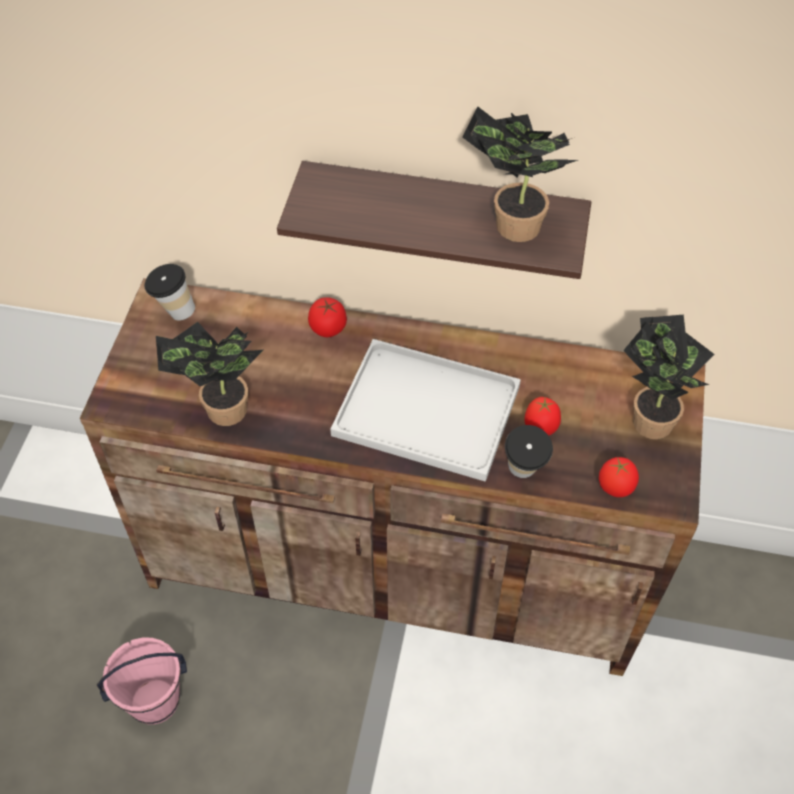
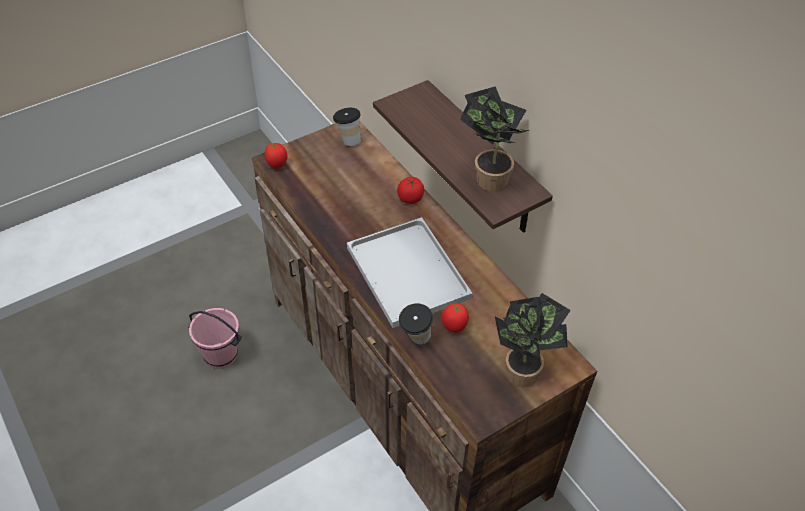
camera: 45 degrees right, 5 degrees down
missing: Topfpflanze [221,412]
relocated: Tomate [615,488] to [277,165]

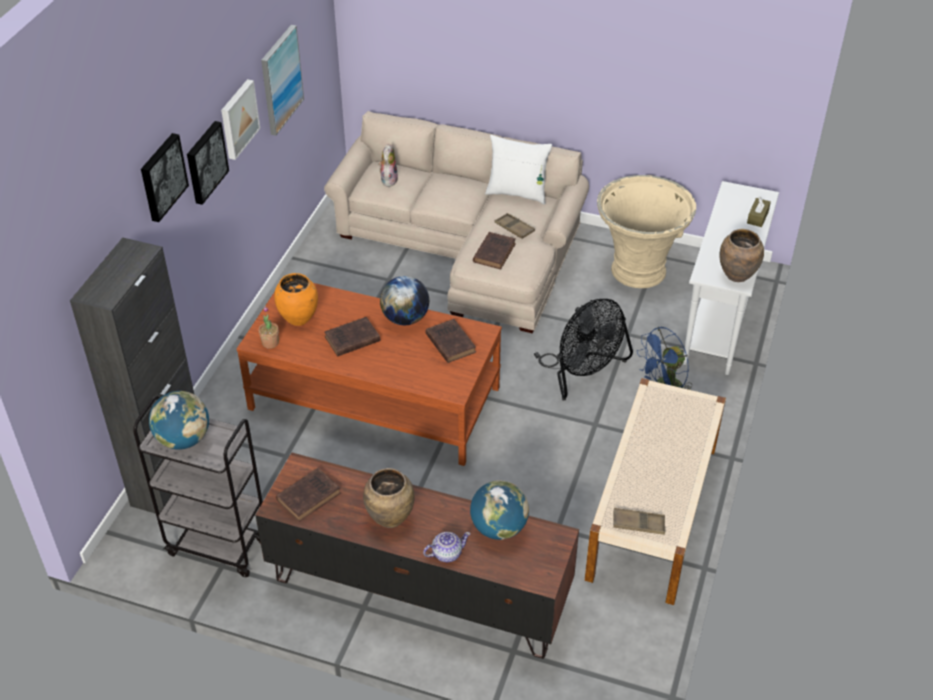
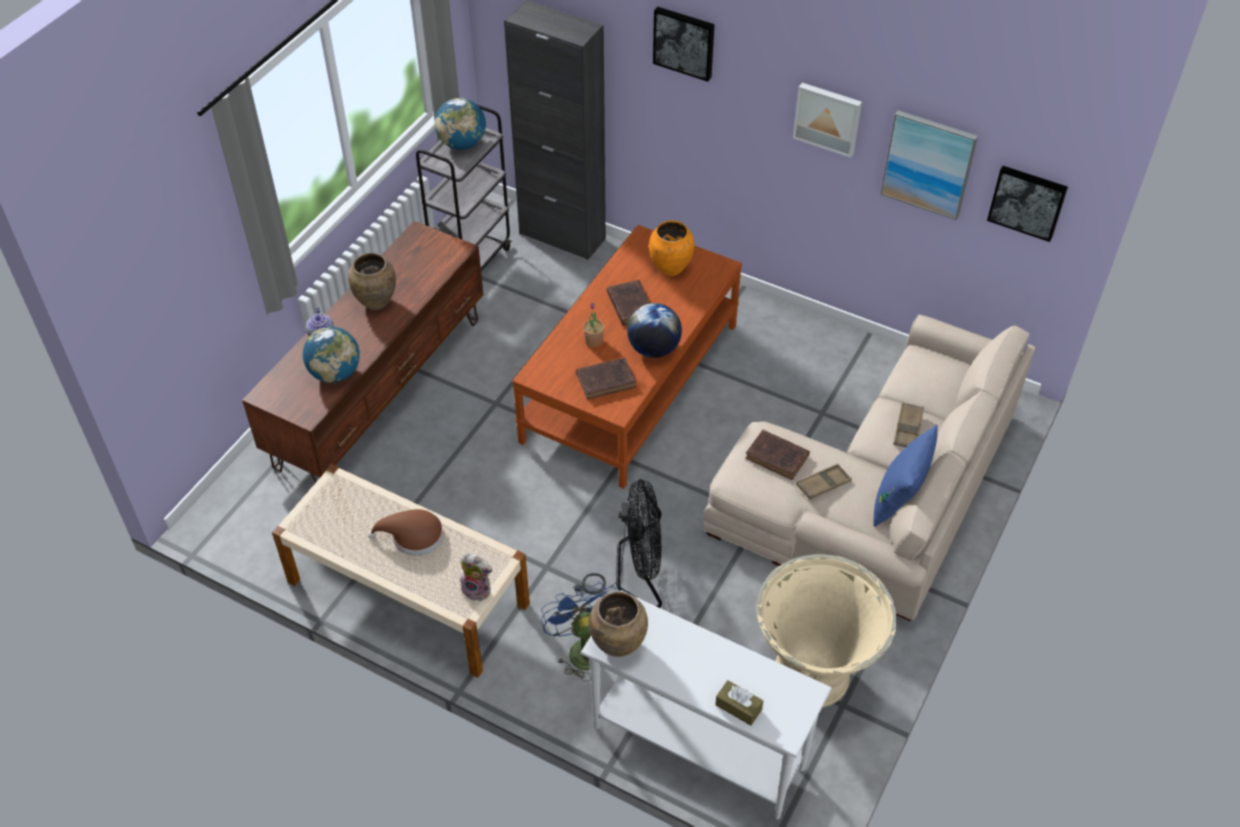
camera: 100 degrees right, 5 degrees up
missing: Buch [braun] [310,496]
appeared: Hut [braun] [413,536]
relocated: Bild [205,162] to [1027,201]; Topfpflanze [270,343] to [594,341]; Plüschtier [388,180] to [478,589]; Tablett [braun] [638,524] to [908,428]
colour: Kissen [weiß] [517,194] to Kissen [blau] [898,500]
spun: Ventilator [schwarz] [580,372] = [633,570] 150 degrees counterclockwise

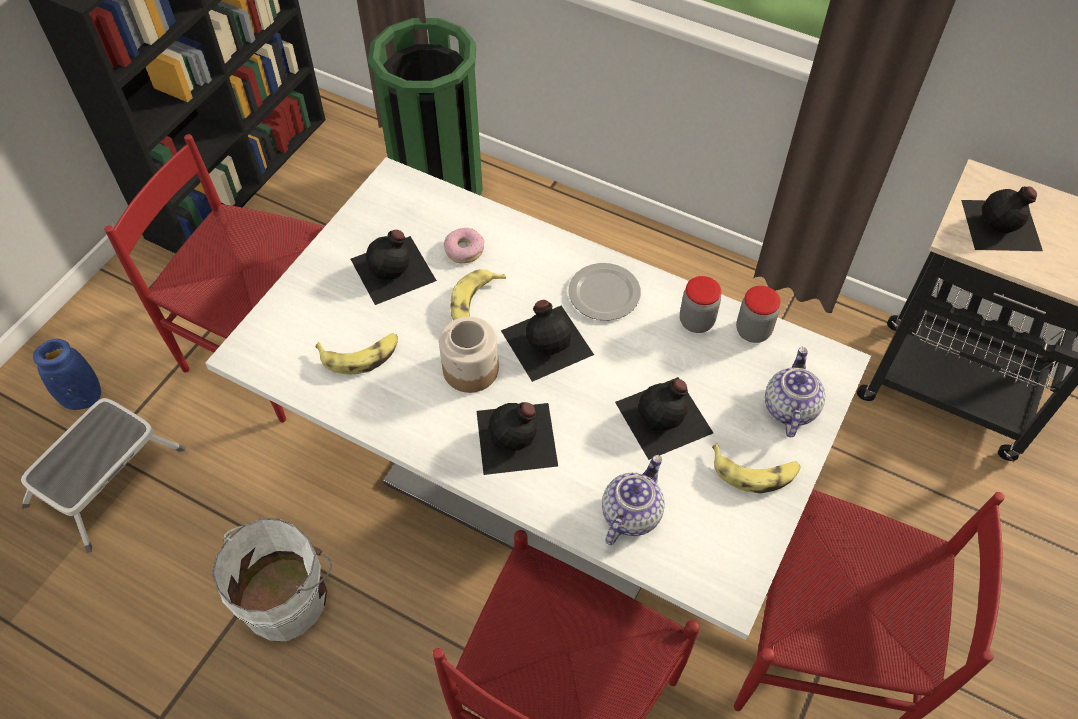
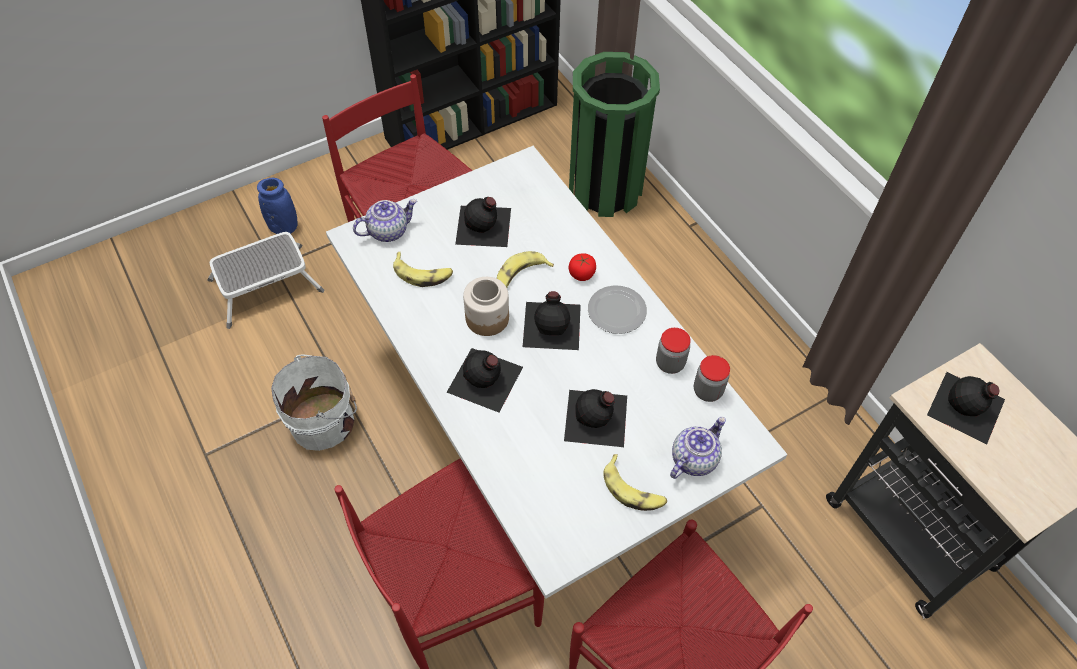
camera: 30 degrees right, 0 degrees up
missing: Donut [464,250]
appeared: Tomate [581,274]
relocated: Teekanne [630,513] to [388,231]

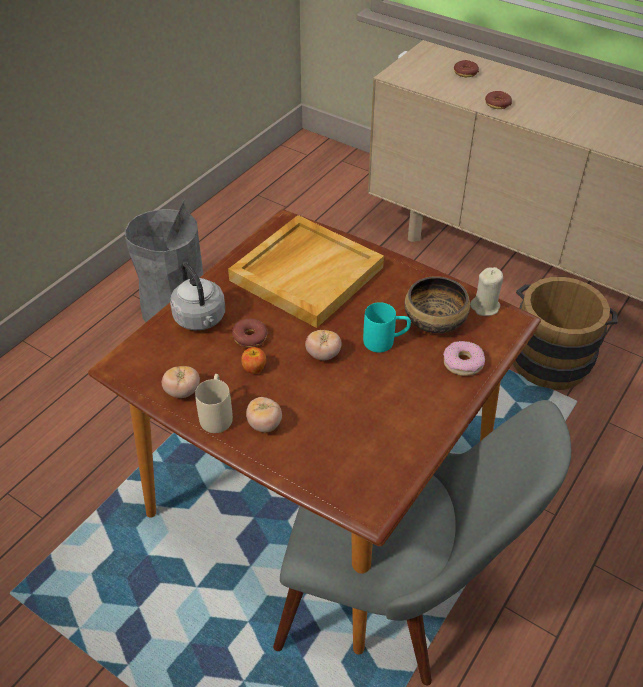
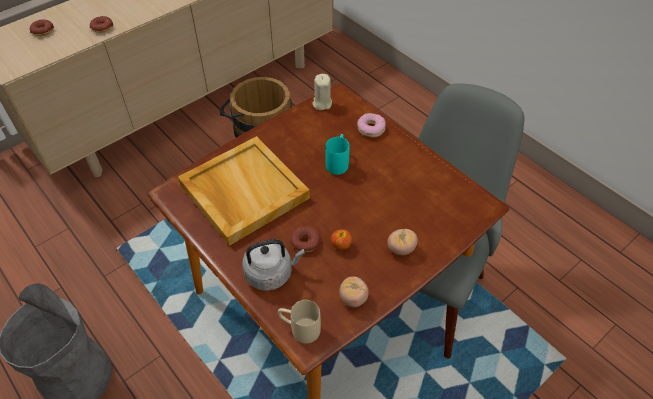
camera: 75 degrees left, 5 degrees up
missing: Tomate [323,355]; Schüssel [435,320]
relocated: Henkelbecher [beige] [217,414] to [299,329]

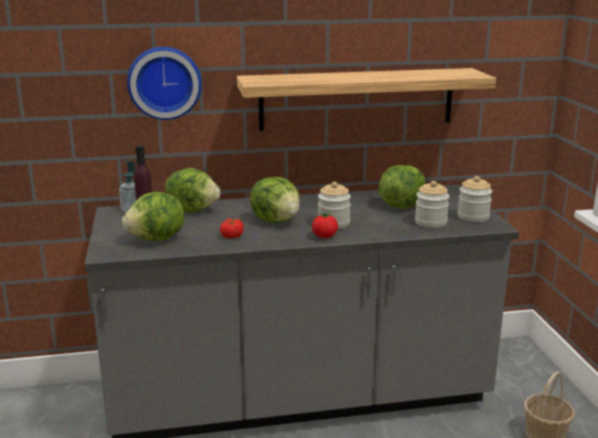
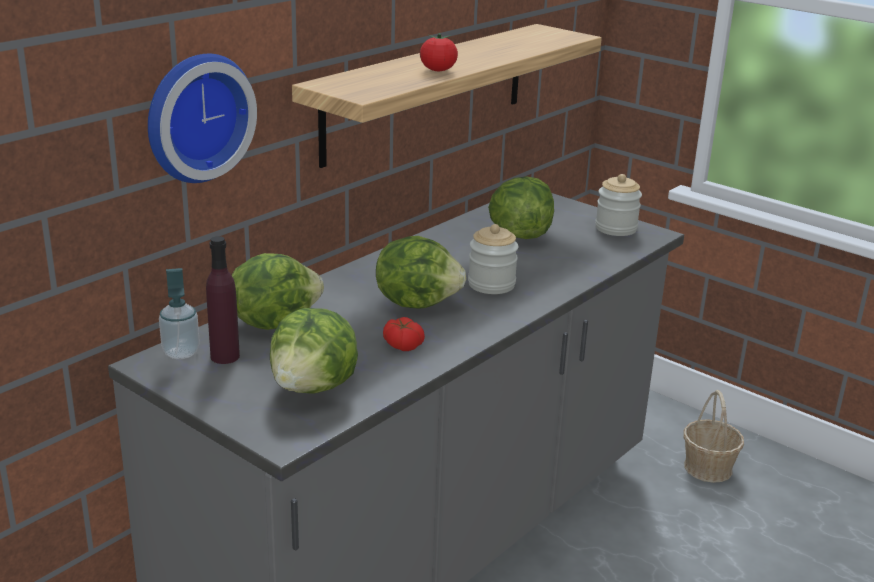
camera: 40 degrees left, 5 degrees up
missing: Vorratsglas [430,222]
relocated: Tomate [324,237] to [438,70]

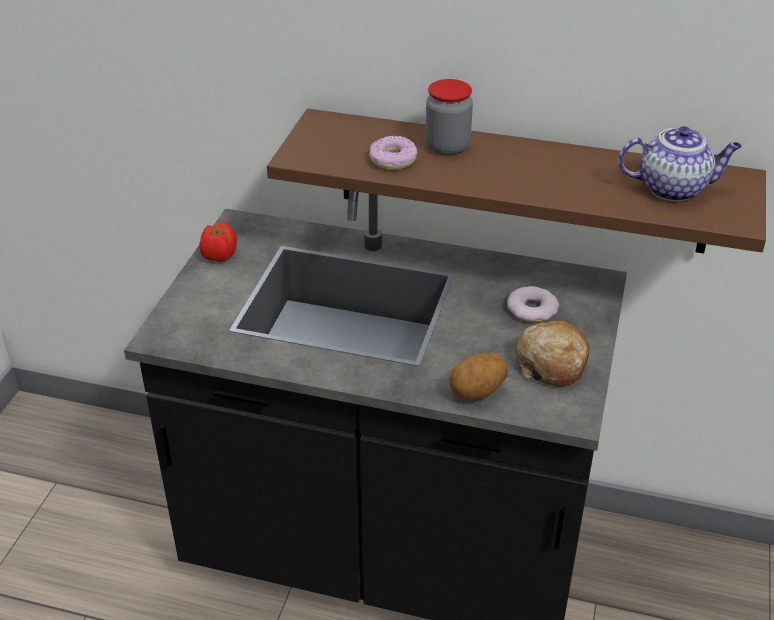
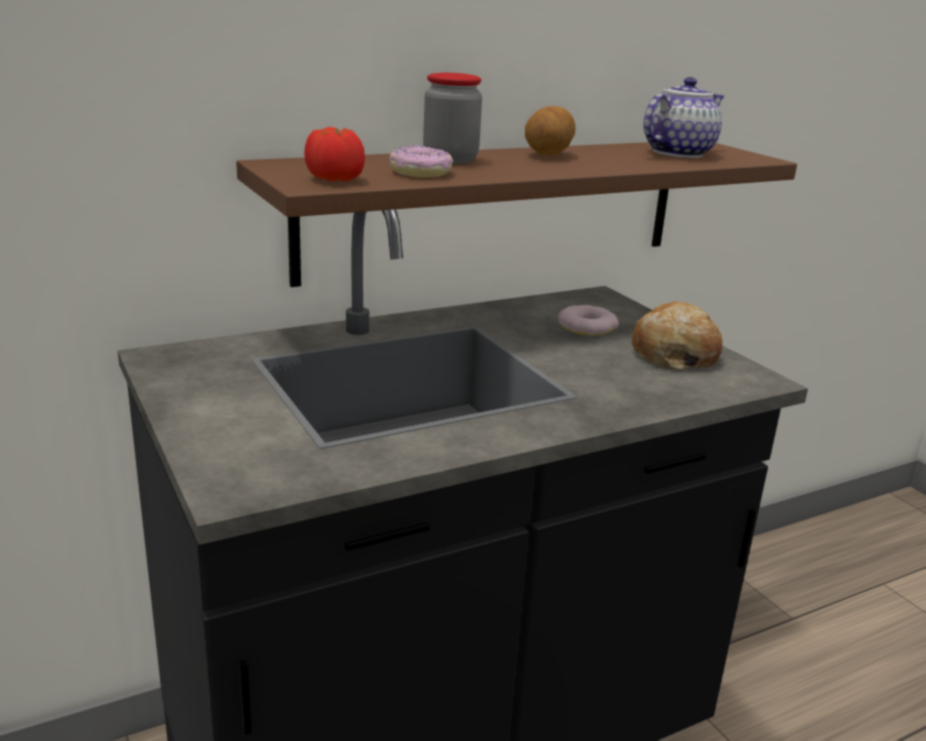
camera: 45 degrees left, 15 degrees down
relocated: Tomate [219,256] to [334,179]; Kartoffel [478,392] to [548,155]

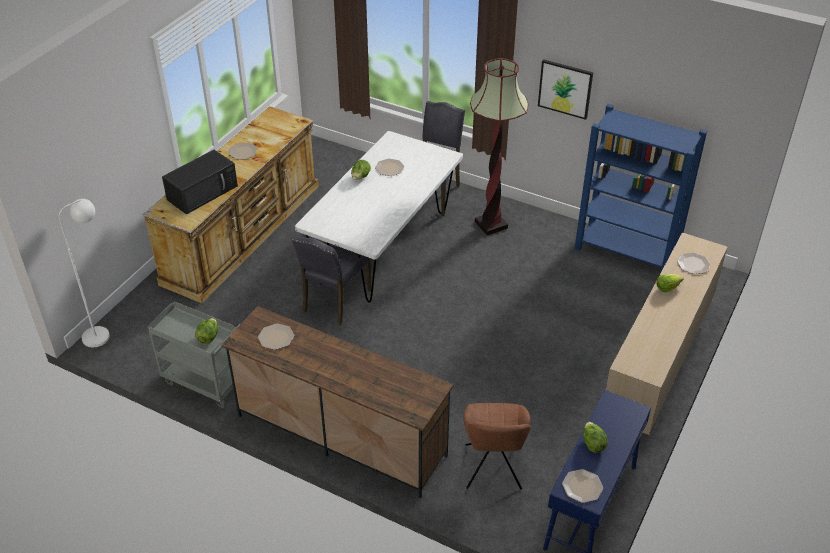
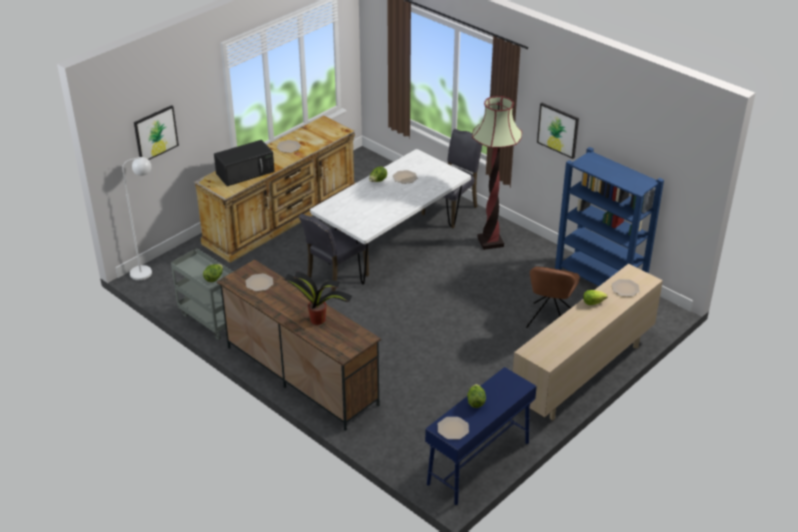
camera: 15 degrees right, 5 degrees down
appeared: Bild [155,133]; Topfpflanze [318,320]
relocated: Stuhl [braun] [493,469] to [549,320]

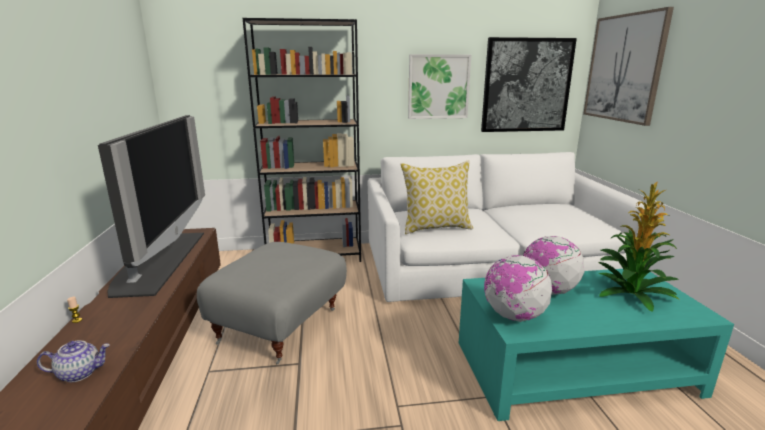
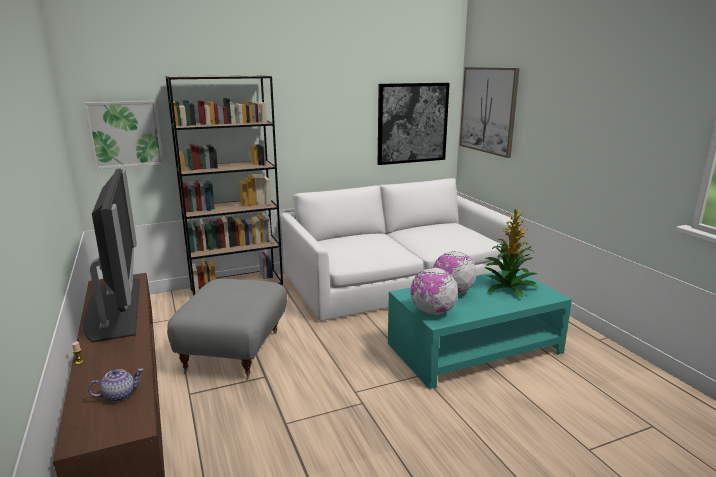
camera: 15 degrees left, 0 degrees up
missing: Kissen [436,227]
relocated: Bild [438,87] to [125,134]

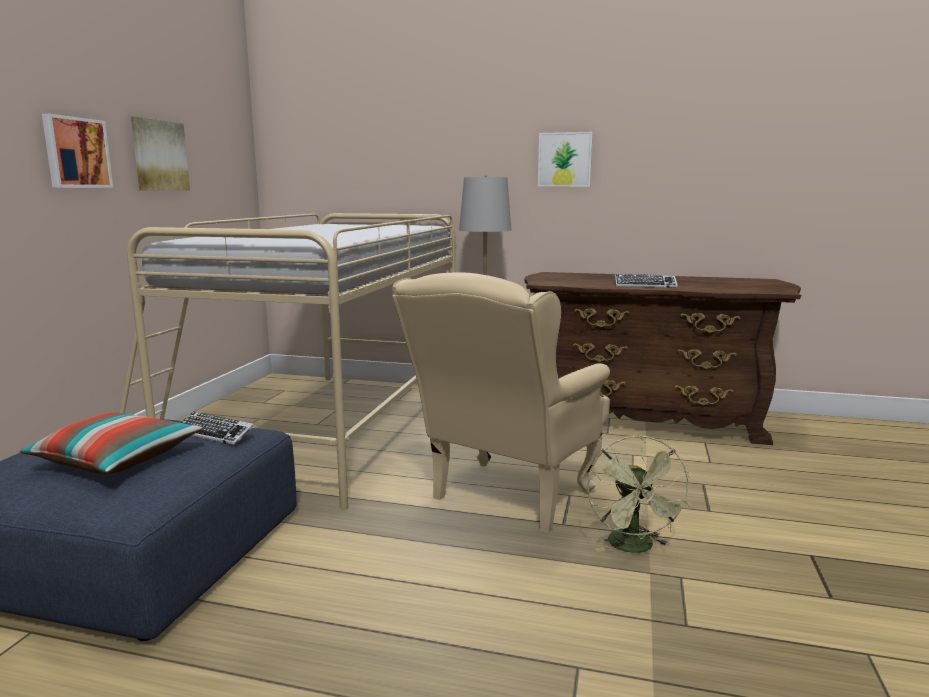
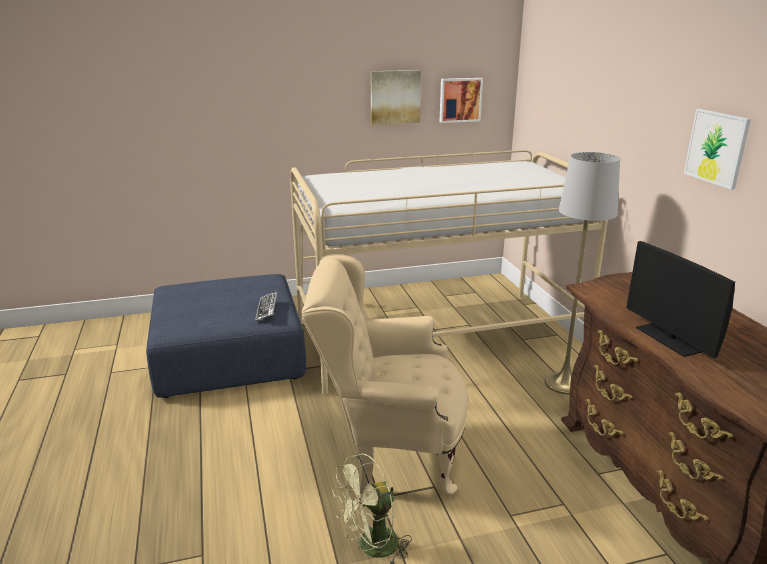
camera: 60 degrees right, 10 degrees up
missing: Kissen [117,460]
relocated: Bild [76,153] to [460,100]
exchanged: Tastatur [645,285] to Monitor [670,339]

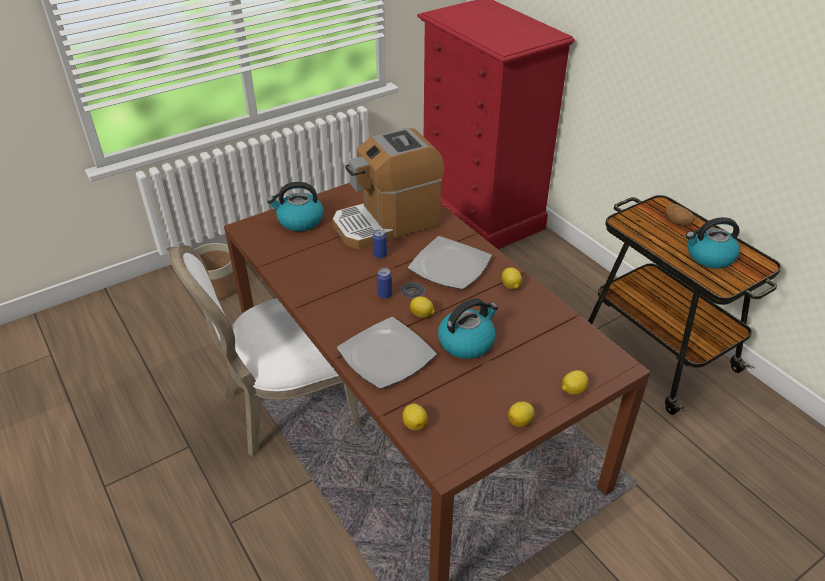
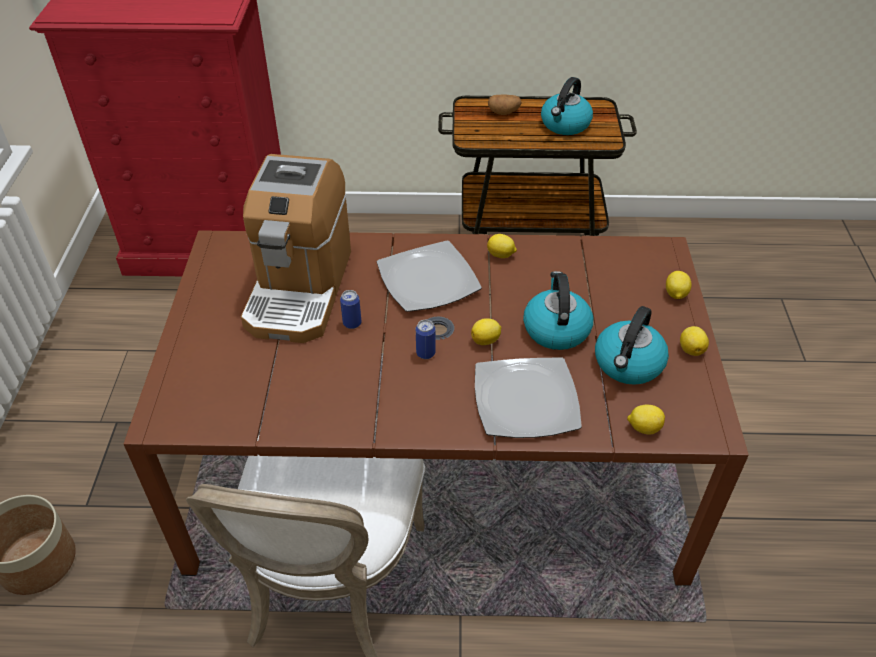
camera: 55 degrees left, 5 degrees up
relocated: Wasserkessel [299,221] to [628,364]

